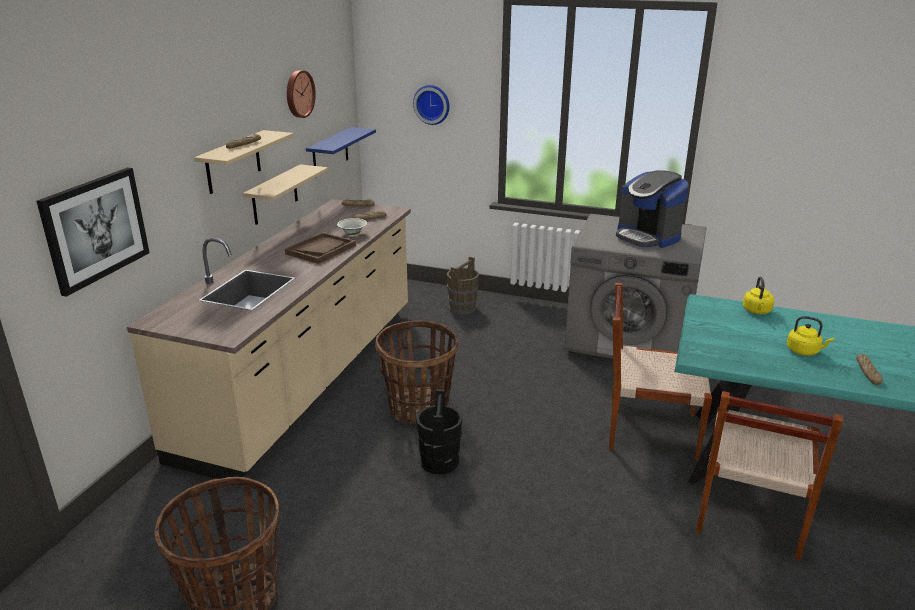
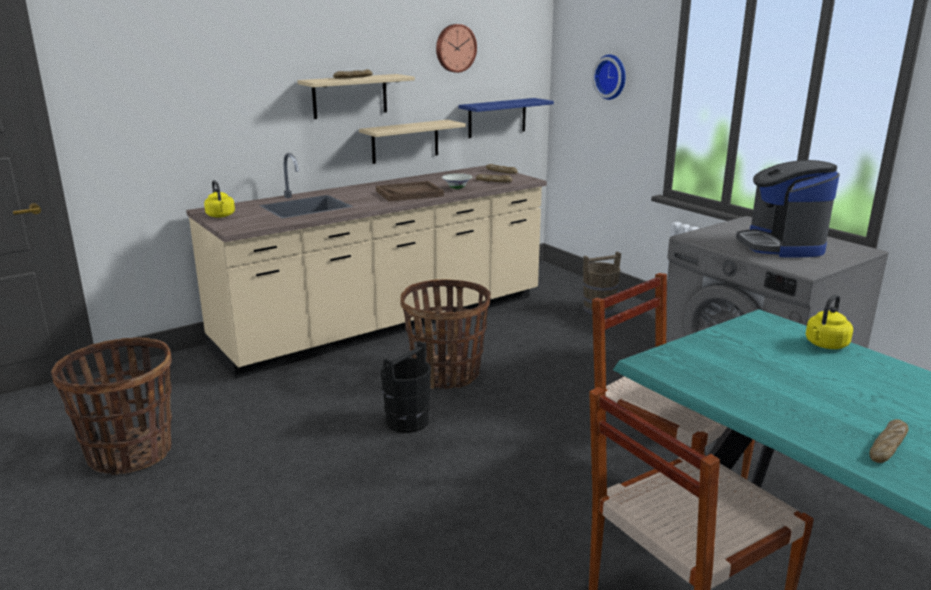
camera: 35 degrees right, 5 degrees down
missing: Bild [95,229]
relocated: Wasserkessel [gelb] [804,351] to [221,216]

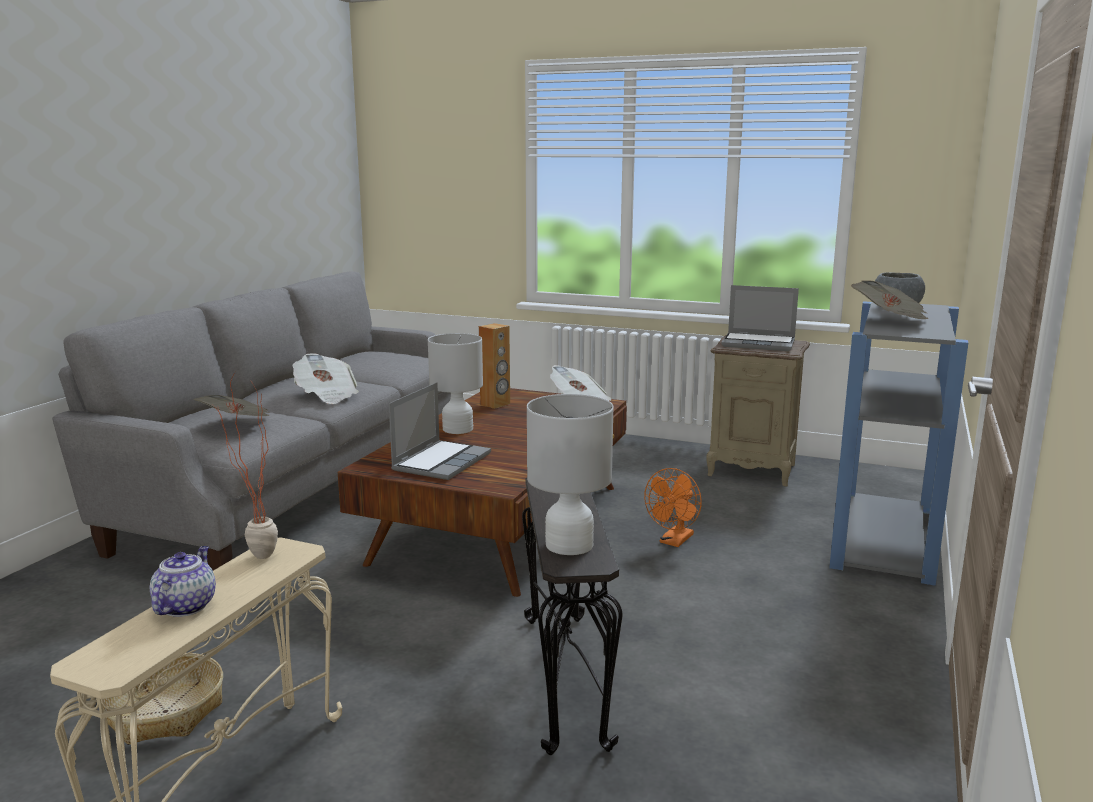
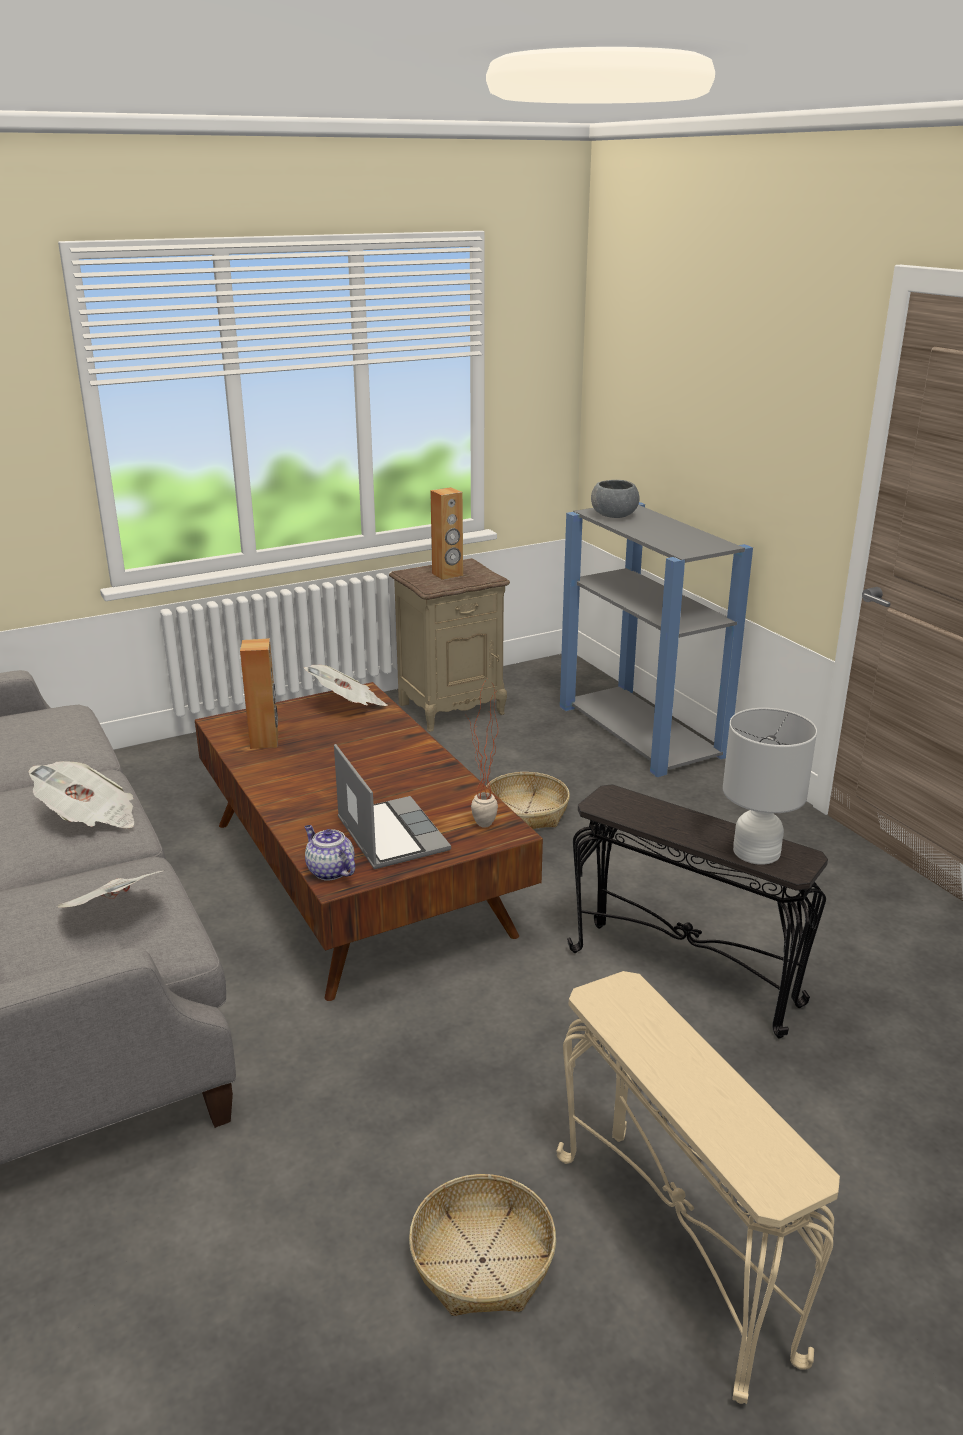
camera: 50 degrees left, 10 degrees up
missing: Tischlampe [grau] [457,429]; Zeitung [890,321]
relocated: Teekanne [185,606] to [329,871]; Topfpflanze [253,558] to [482,829]
exchanged: Ventilator [orange] [674,541] to Korb [526,812]; Laptop [759,343] to Lautsprecher [braun] [447,574]

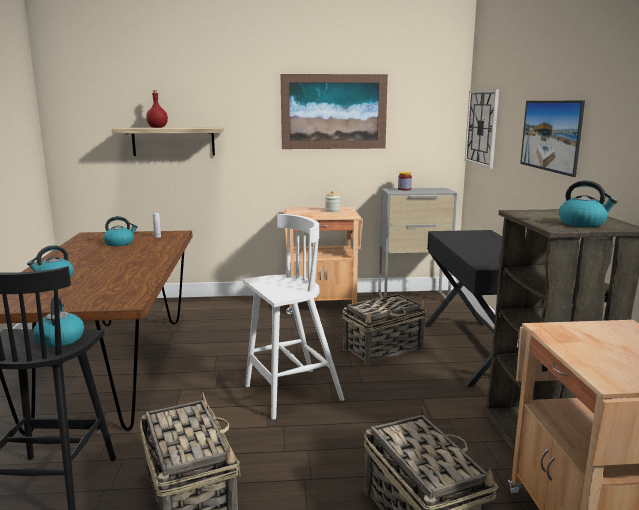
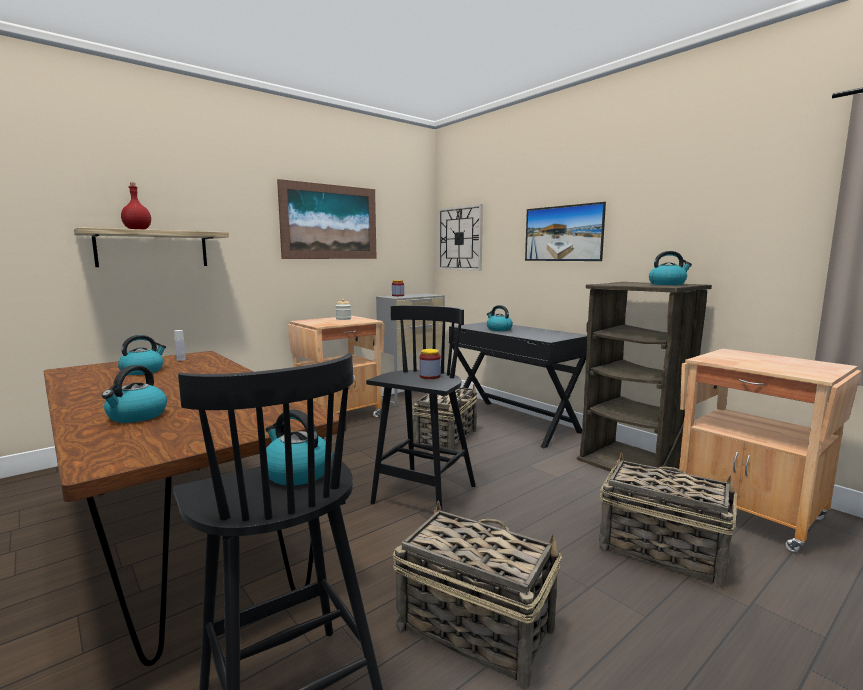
camera: 35 degrees left, 5 degrees down
appeared: Vorratsglas [430,376]; Wasserkessel [498,329]
colour: Hocker [weiß] [290,393] to Hocker [schwarz] [423,496]

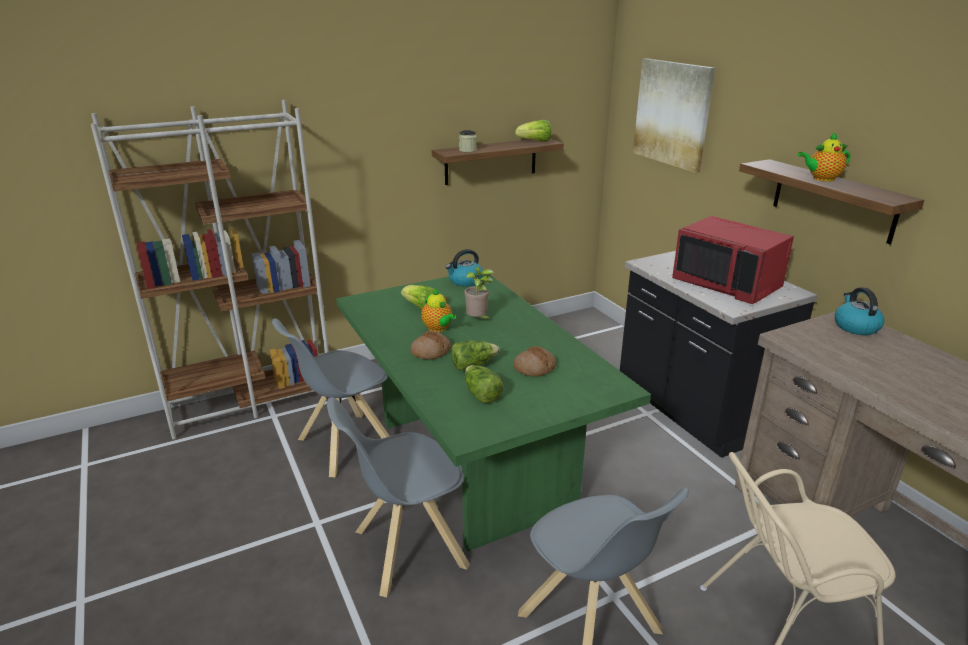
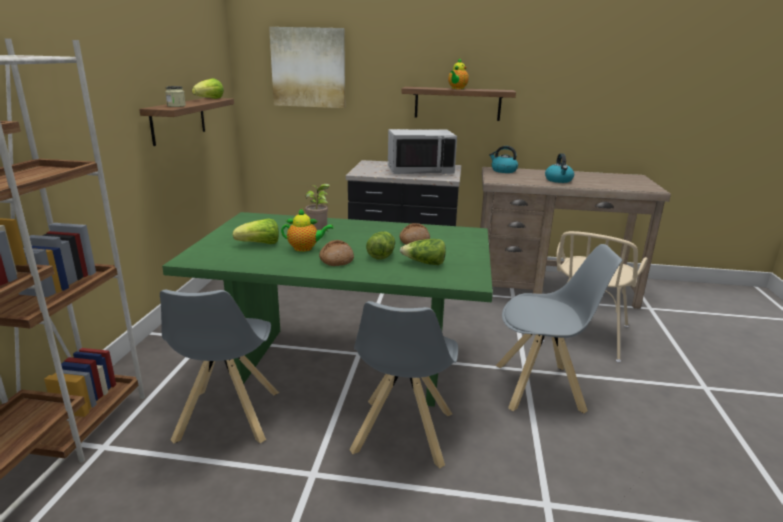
camera: 55 degrees left, 5 degrees down
relocated: Wasserkessel [465,281] to [559,180]
colour: Mikrowelle [rot] [727,284] to Mikrowelle [grau] [420,170]

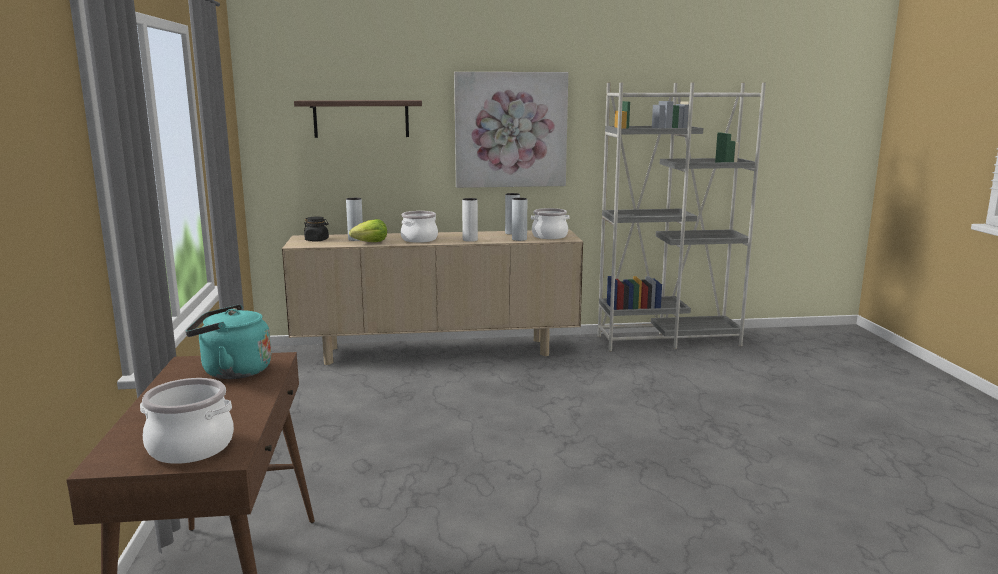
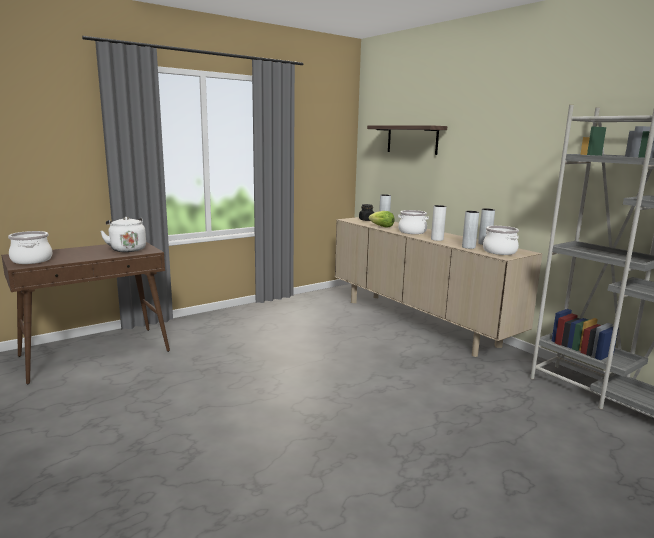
camera: 60 degrees right, 0 degrees up
missing: Bild [510,130]
colour: Wasserkessel [türkis] [232,371] to Wasserkessel [weiß] [127,249]

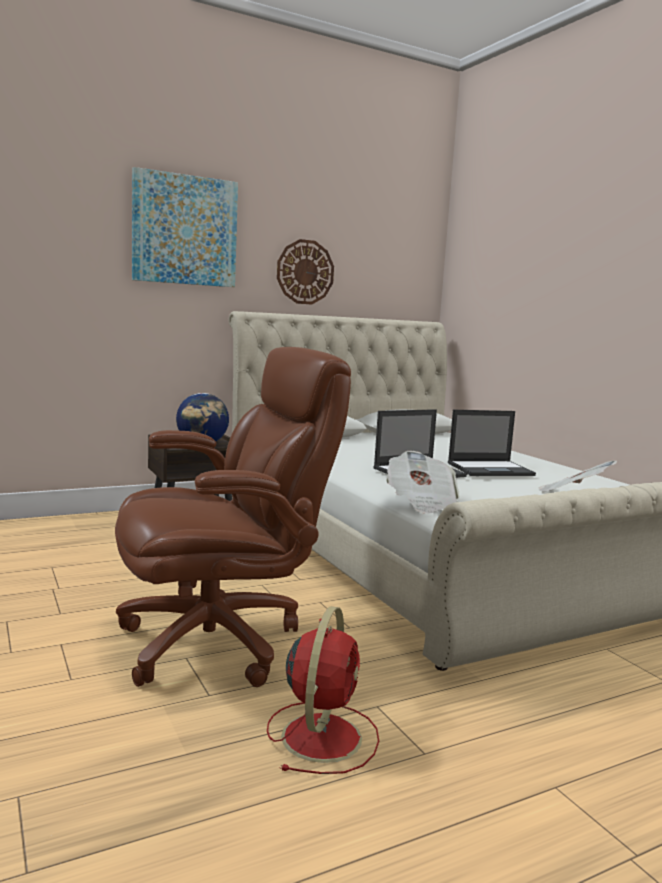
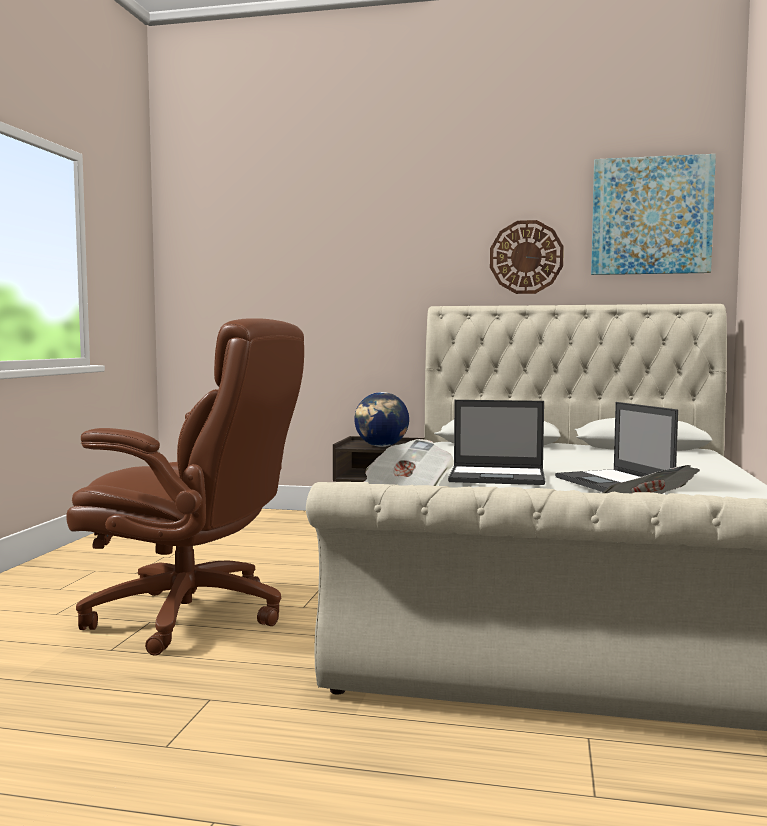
camera: 40 degrees right, 5 degrees down
missing: Ventilator [rot] [322,735]
relocated: Bild [185,230] to [651,216]
spun: Laptop [491,469] = [614,483] 45 degrees clockwise

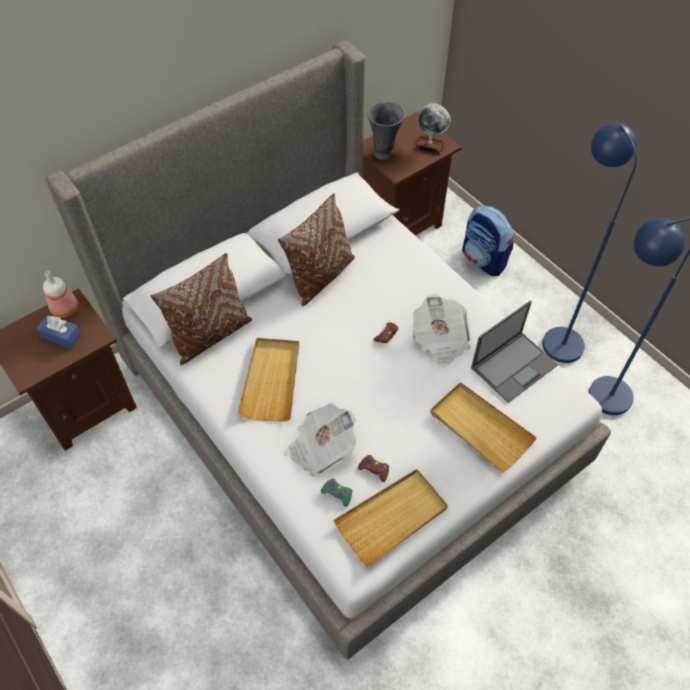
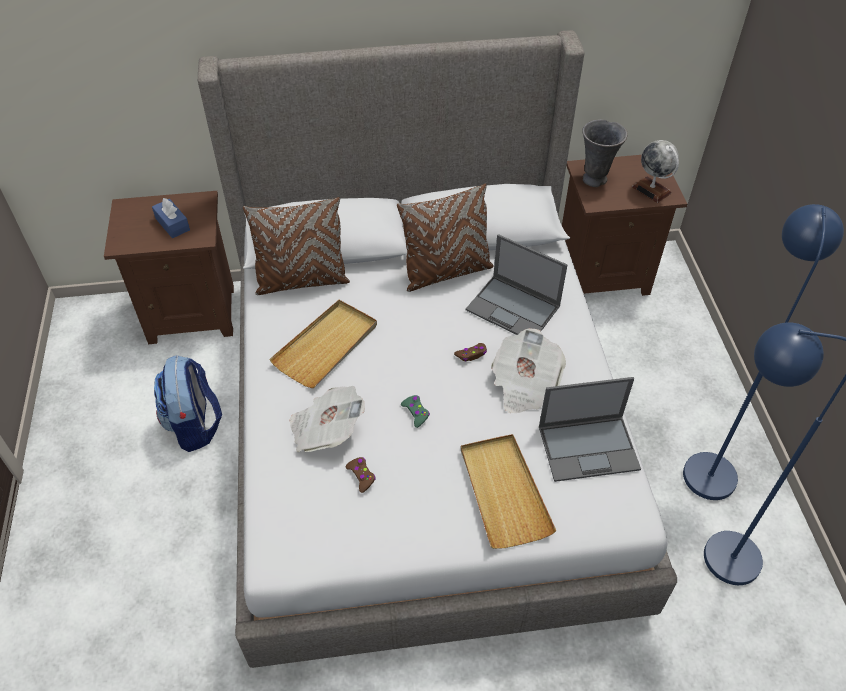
camera: 30 degrees right, 5 degrees down
missing: Flasche [65,308]; Tablett [beige] [392,517]
appeared: Laptop [514,308]
relocated: Gamepad [grün] [337,493] to [416,412]; Rucksack [484,260] to [195,425]

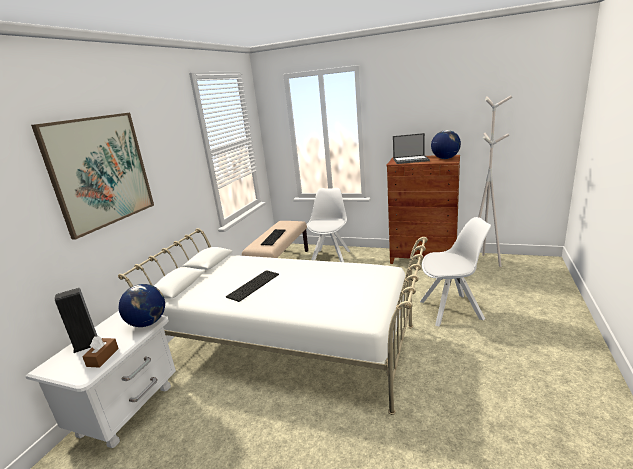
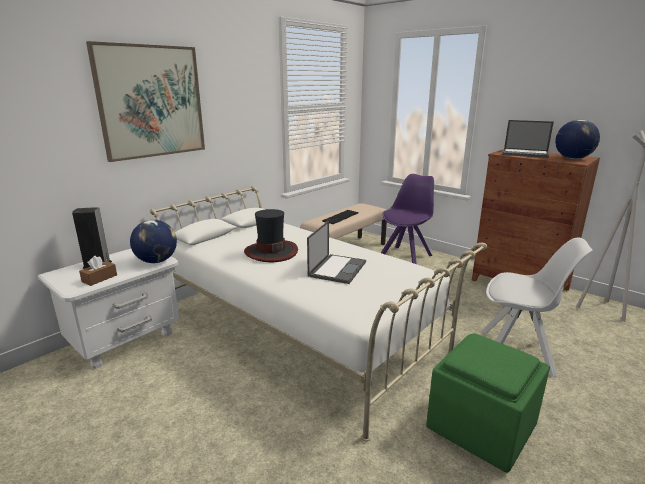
camera: 20 degrees right, 0 degrees up
appeared: Laptop [337,268]; Polsterhocker [grün] [480,426]
exchanged: Tastatur [253,285] to Hut [271,252]
colour: Stuhl [weiß] [331,257] to Stuhl [lila] [406,257]

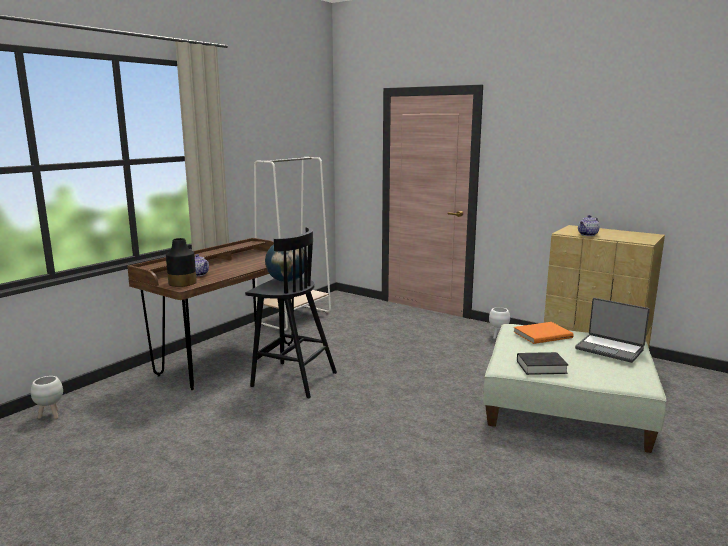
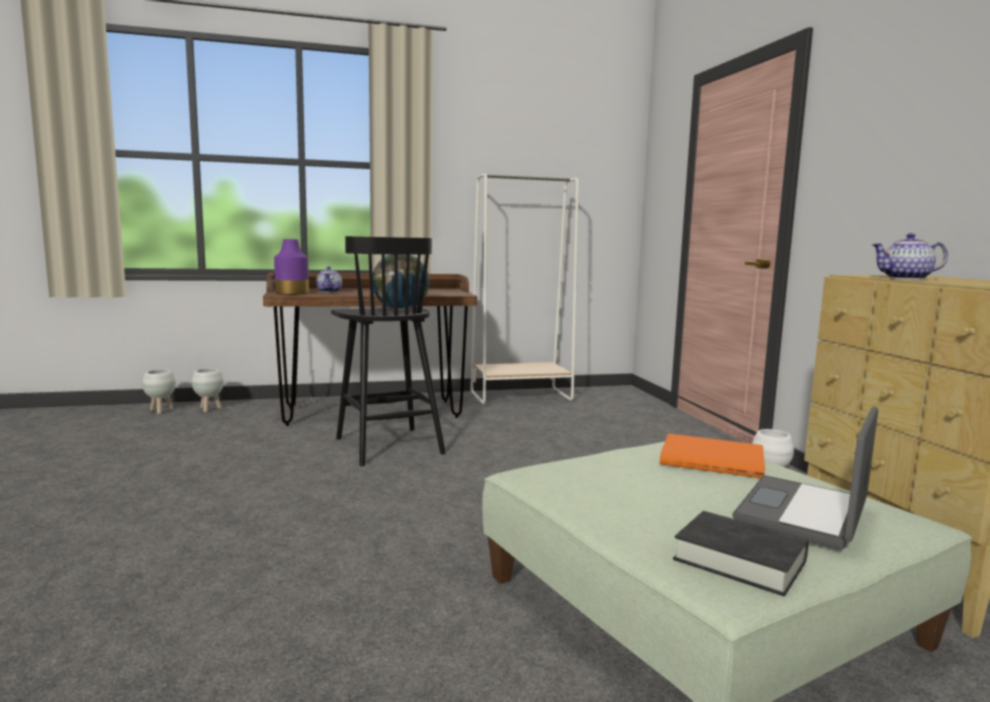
camera: 40 degrees right, 5 degrees down
appeared: Pflanzkübel [weiß] [209,409]
relocated: Buch [schwarz] [541,367] to [739,560]
colour: Vase [schwarz] [182,282] to Vase [lila] [292,293]
spun: Laptop [609,349] = [804,514] 45 degrees clockwise

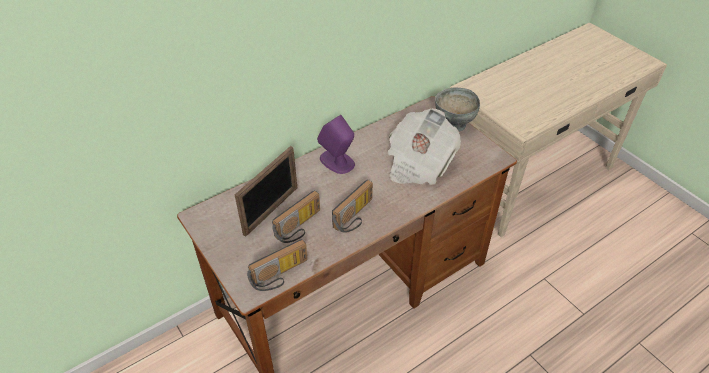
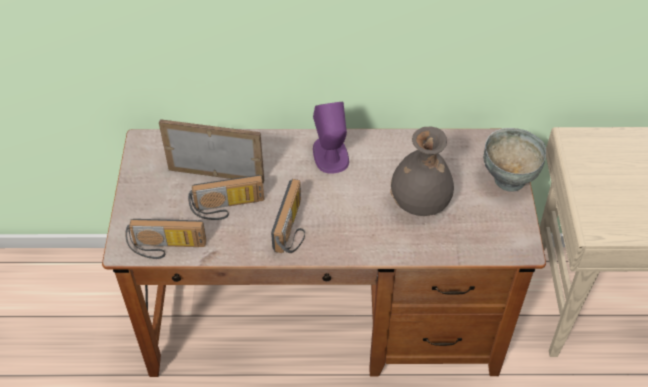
camera: 35 degrees right, 5 degrees up
exchanged: Zeitung [418,163] to Vase [grau] [419,204]
spun: Bilderrahmen [271,210] = [216,174] 150 degrees counterclockwise; Radio [355,217] = [293,228] 60 degrees counterclockwise

